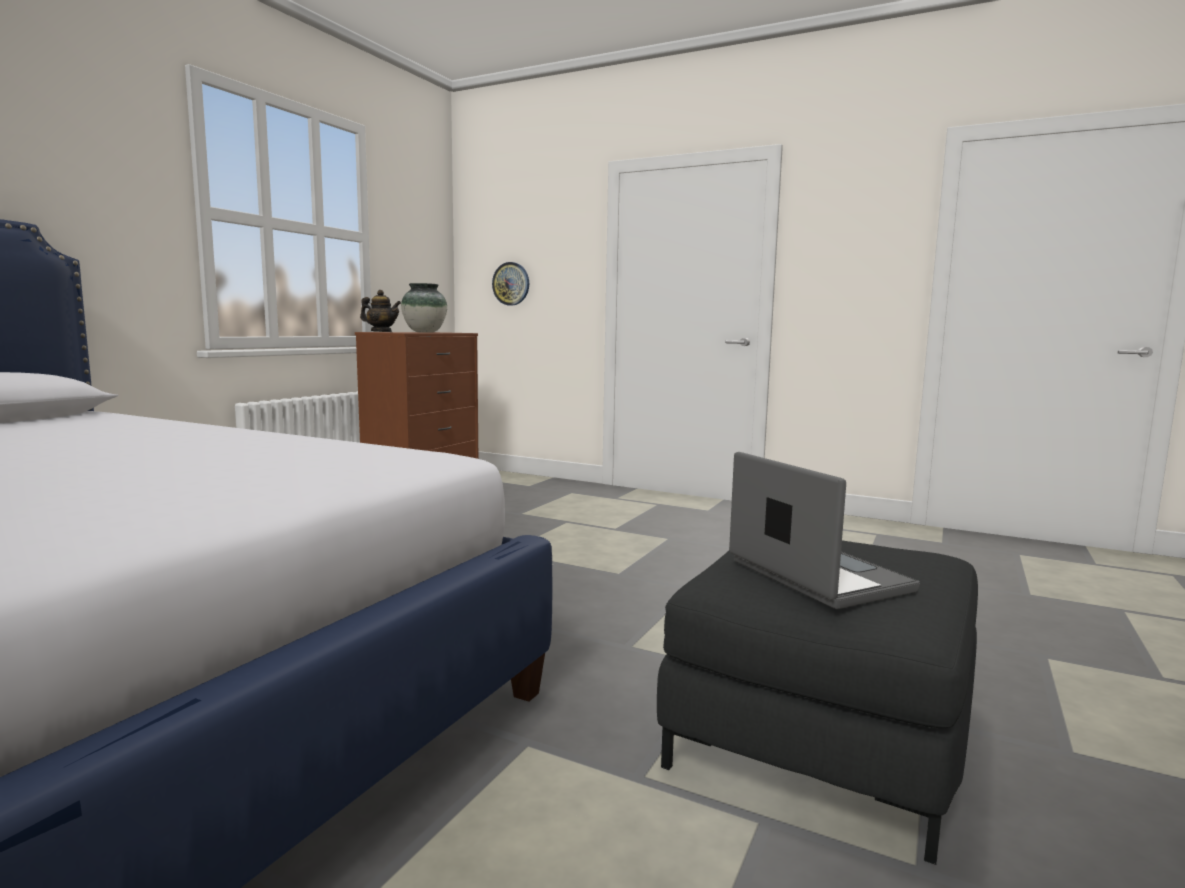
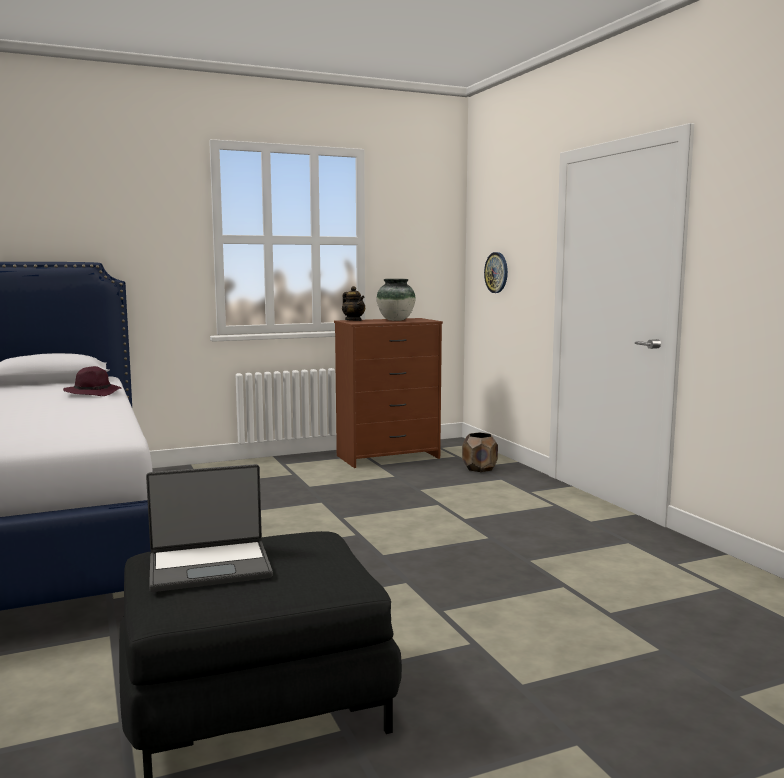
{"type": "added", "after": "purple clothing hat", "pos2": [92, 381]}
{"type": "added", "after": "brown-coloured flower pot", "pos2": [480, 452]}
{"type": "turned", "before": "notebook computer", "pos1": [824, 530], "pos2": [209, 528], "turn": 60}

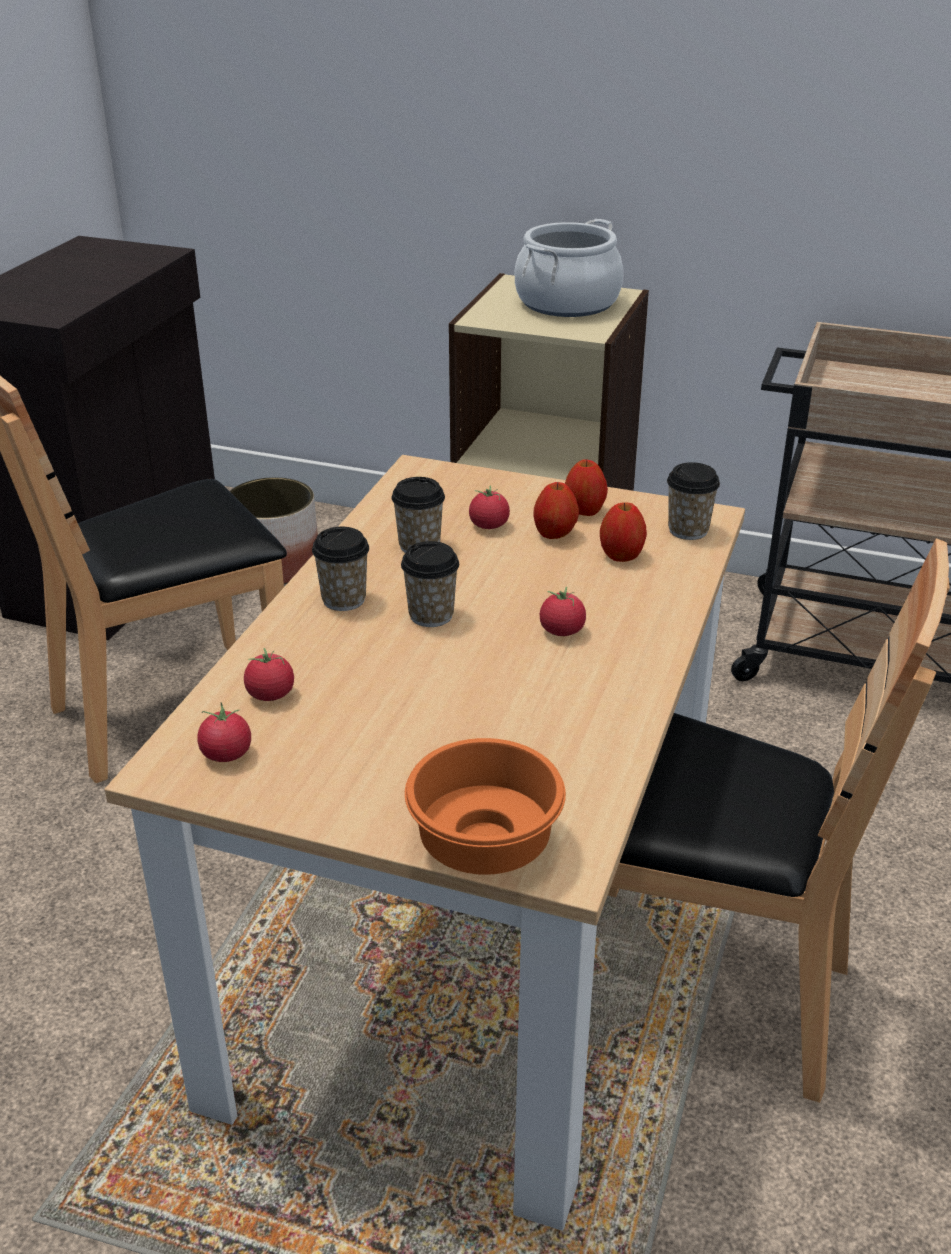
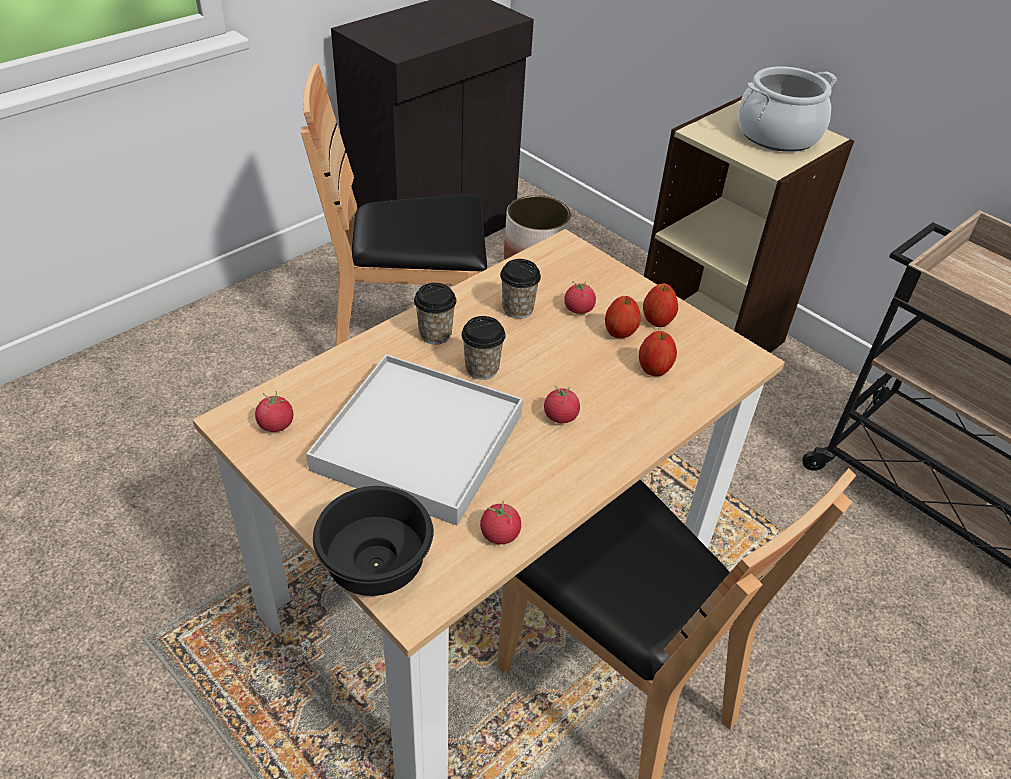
{"type": "removed", "before": "cup", "pos1": [693, 501]}
{"type": "added", "after": "white-coloured carrying tray", "pos2": [414, 439]}
{"type": "moved", "before": "tomato", "pos1": [269, 674], "pos2": [500, 522]}
{"type": "recoloured", "before": "orange bowl", "after": "black bowl", "pos1": [485, 806], "pos2": [373, 541]}

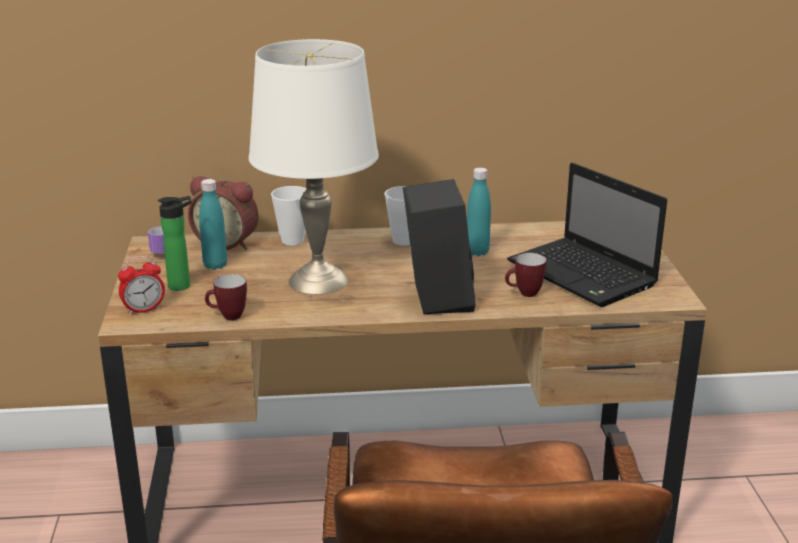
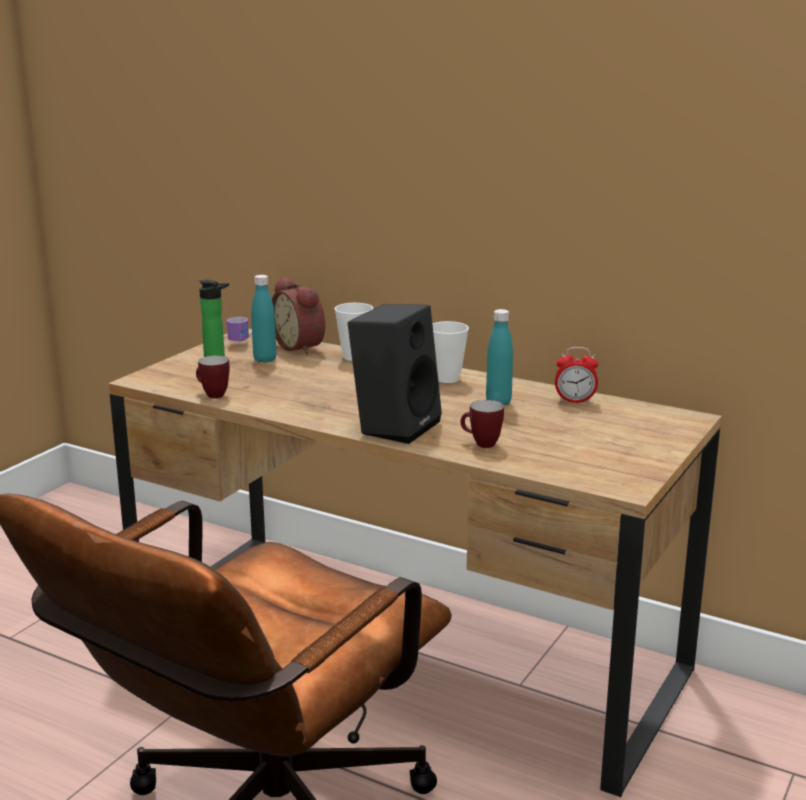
{"type": "removed", "before": "white-coloured table lamp", "pos1": [314, 166]}
{"type": "removed", "before": "notebook computer", "pos1": [587, 235]}
{"type": "moved", "before": "table clock", "pos1": [141, 285], "pos2": [576, 375]}

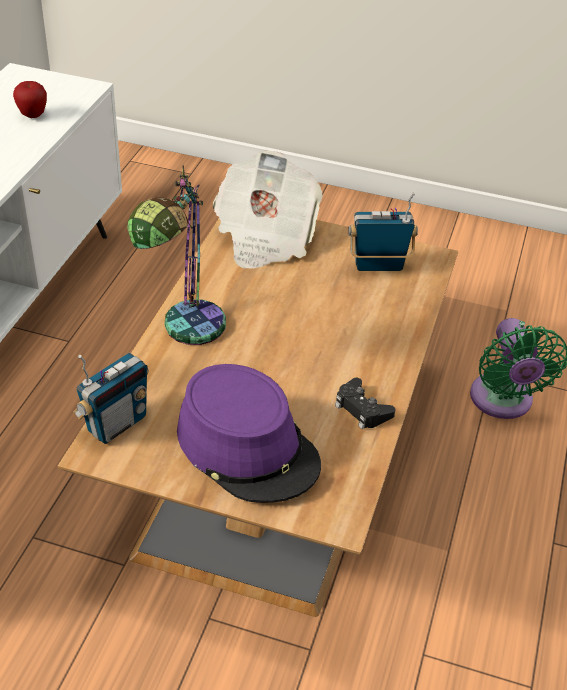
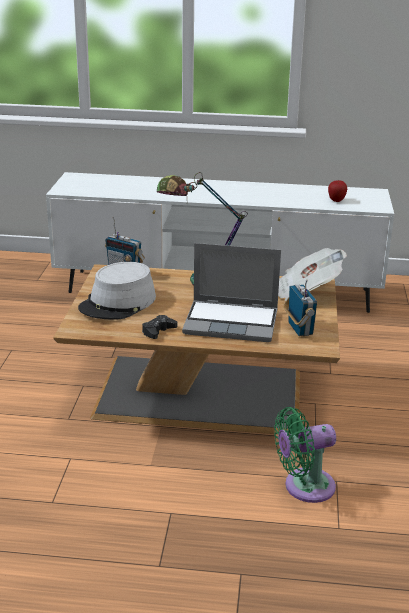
{"type": "added", "after": "notebook computer", "pos2": [231, 292]}
{"type": "recoloured", "before": "purple clothing hat", "after": "gray clothing hat", "pos1": [249, 433], "pos2": [117, 291]}

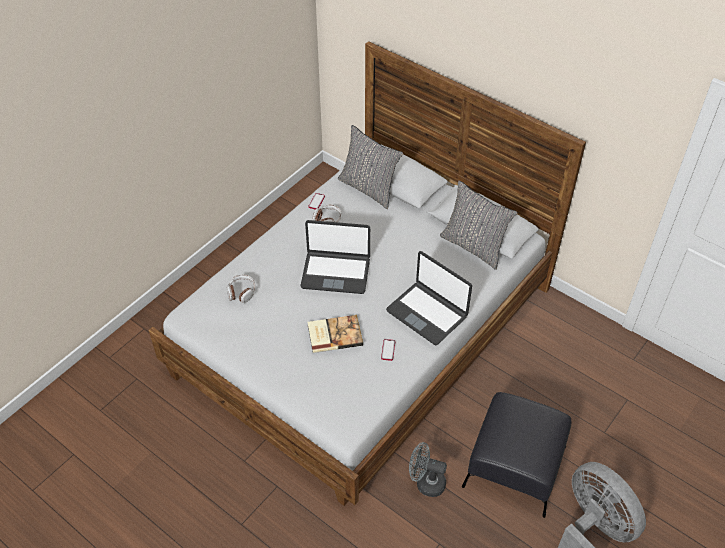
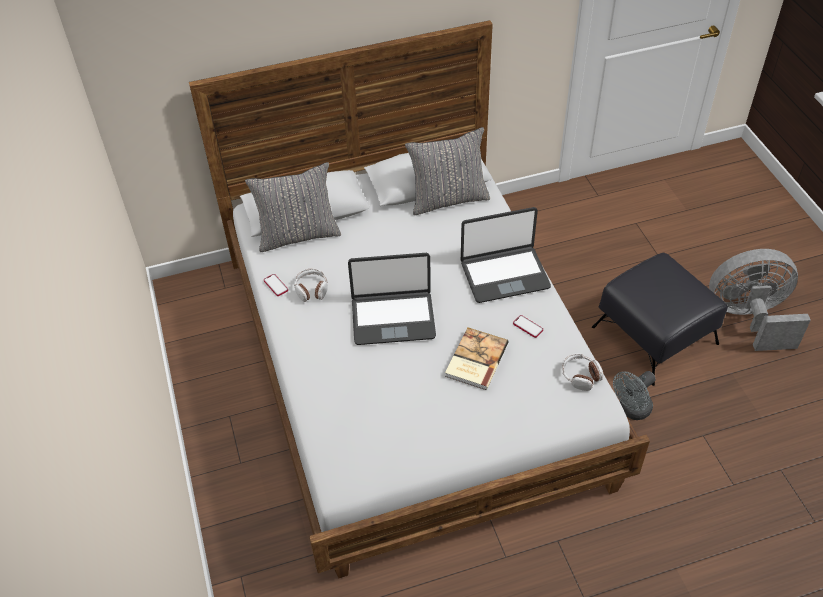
{"type": "moved", "before": "headphones", "pos1": [241, 289], "pos2": [582, 372]}
{"type": "turned", "before": "notebook computer", "pos1": [335, 257], "pos2": [392, 299], "turn": 45}

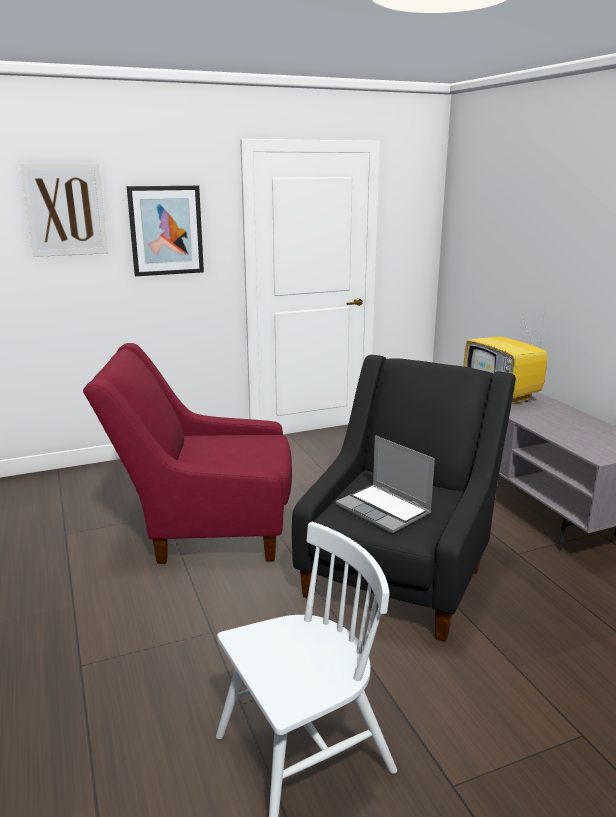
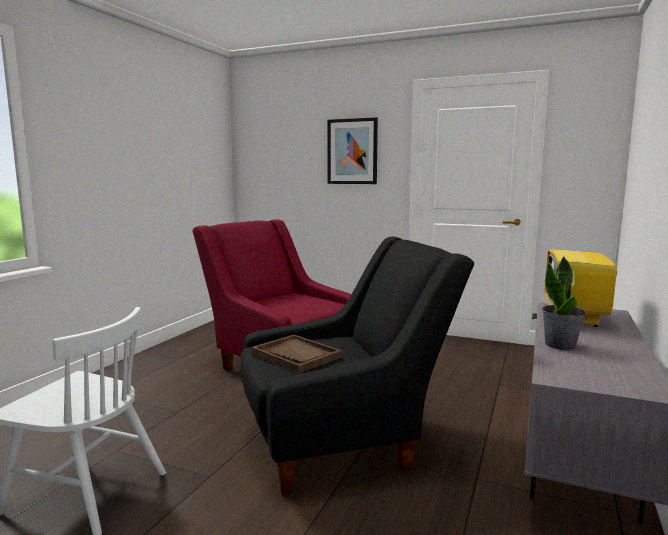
{"type": "removed", "before": "wall art", "pos1": [64, 210]}
{"type": "added", "after": "plant in a pot", "pos2": [564, 303]}
{"type": "replaced", "before": "notebook computer", "after": "brown-coloured carrying tray", "pos1": [385, 484], "pos2": [296, 354]}

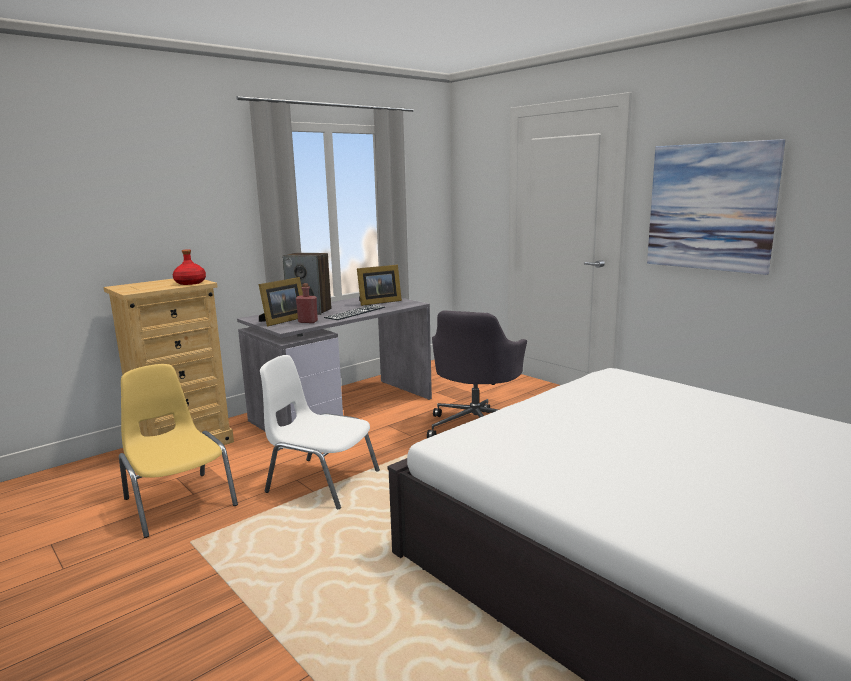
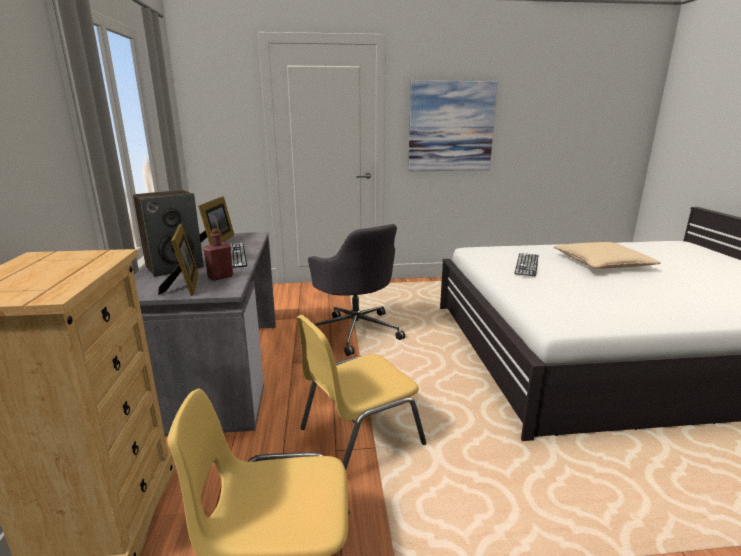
{"type": "removed", "before": "reddish drink bottle", "pos1": [189, 267]}
{"type": "added", "after": "computer keyboard", "pos2": [526, 264]}
{"type": "added", "after": "beige cushion", "pos2": [607, 255]}
{"type": "recoloured", "before": "white-coloured upright chair", "after": "yellow upright chair", "pos1": [320, 432], "pos2": [361, 392]}

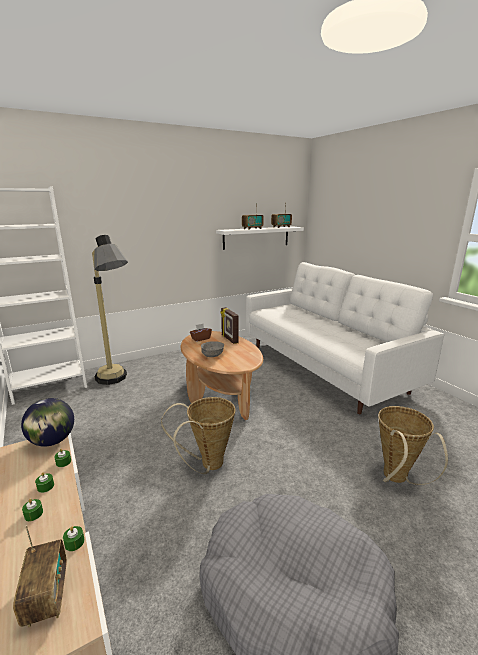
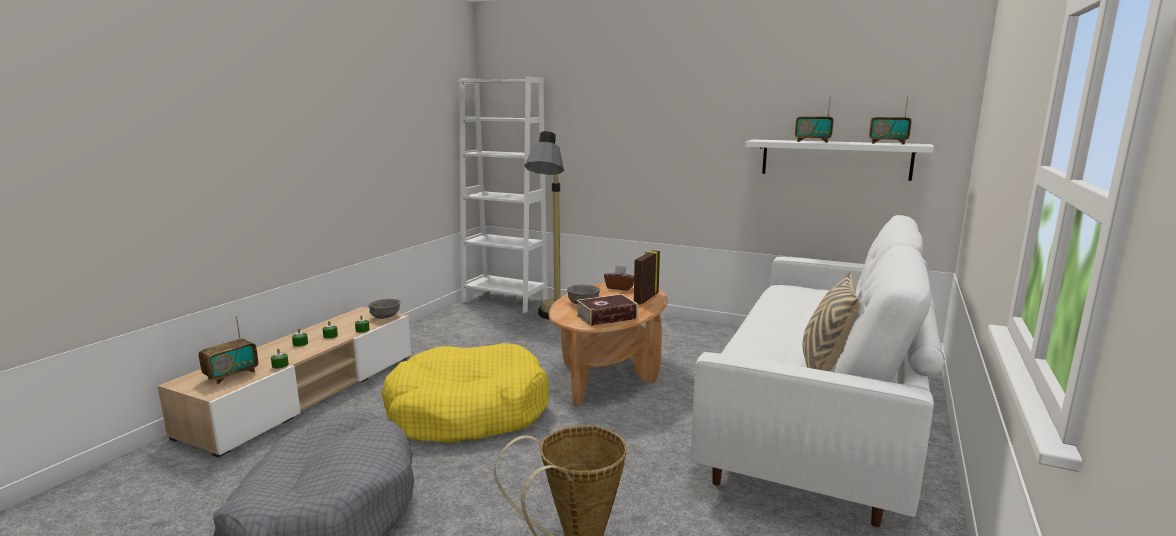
{"type": "added", "after": "book", "pos2": [607, 310]}
{"type": "added", "after": "beige cushion", "pos2": [831, 321]}
{"type": "replaced", "before": "globe", "after": "gray bowl", "pos1": [47, 422], "pos2": [384, 309]}
{"type": "replaced", "before": "storage basket", "after": "yellow pet bed", "pos1": [198, 435], "pos2": [465, 393]}

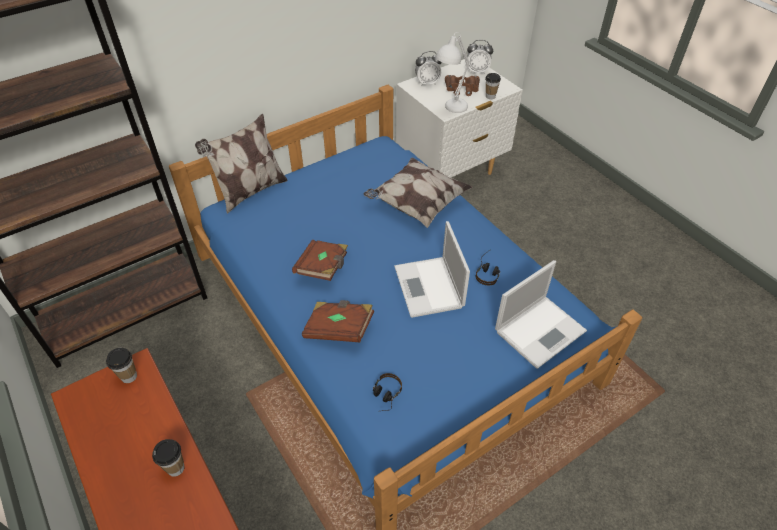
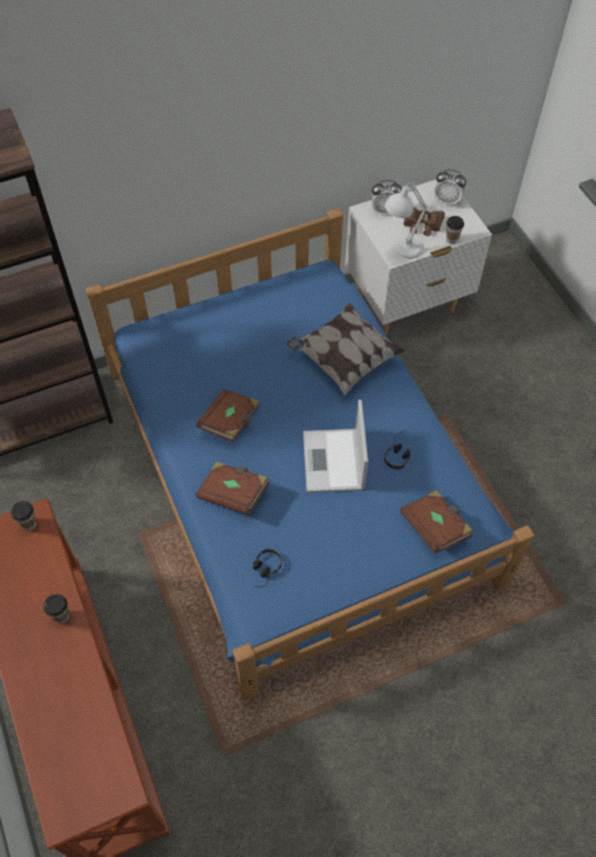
{"type": "removed", "before": "cushion", "pos1": [241, 164]}
{"type": "replaced", "before": "notebook computer", "after": "brown-coloured book", "pos1": [541, 314], "pos2": [436, 522]}

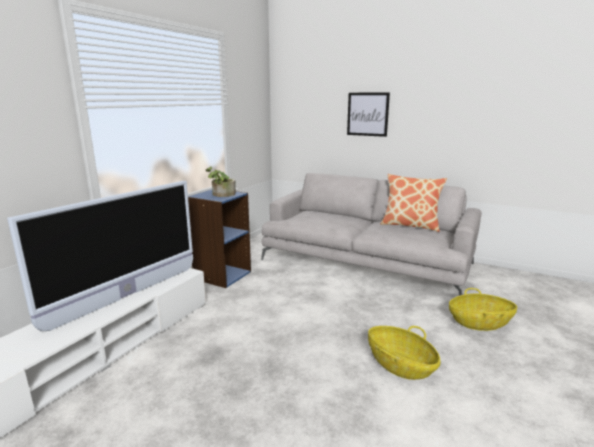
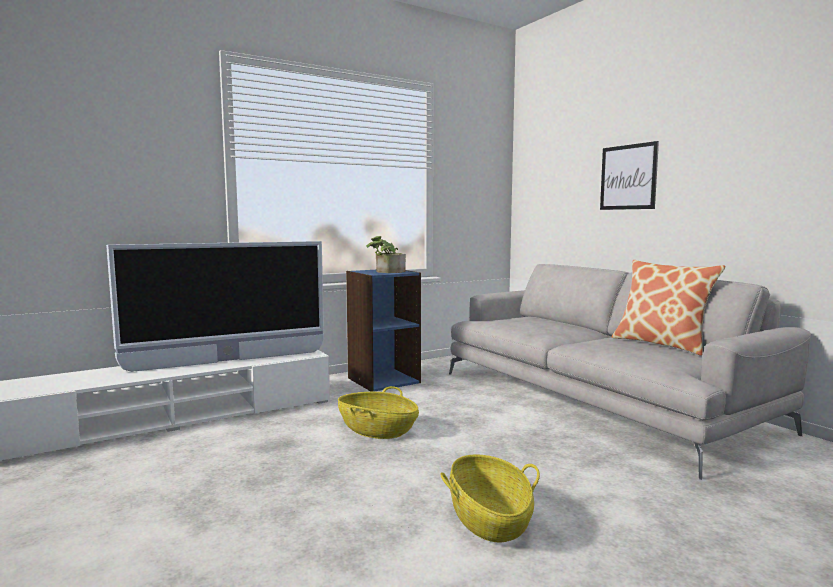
{"type": "moved", "before": "storage basket", "pos1": [483, 309], "pos2": [378, 412]}

